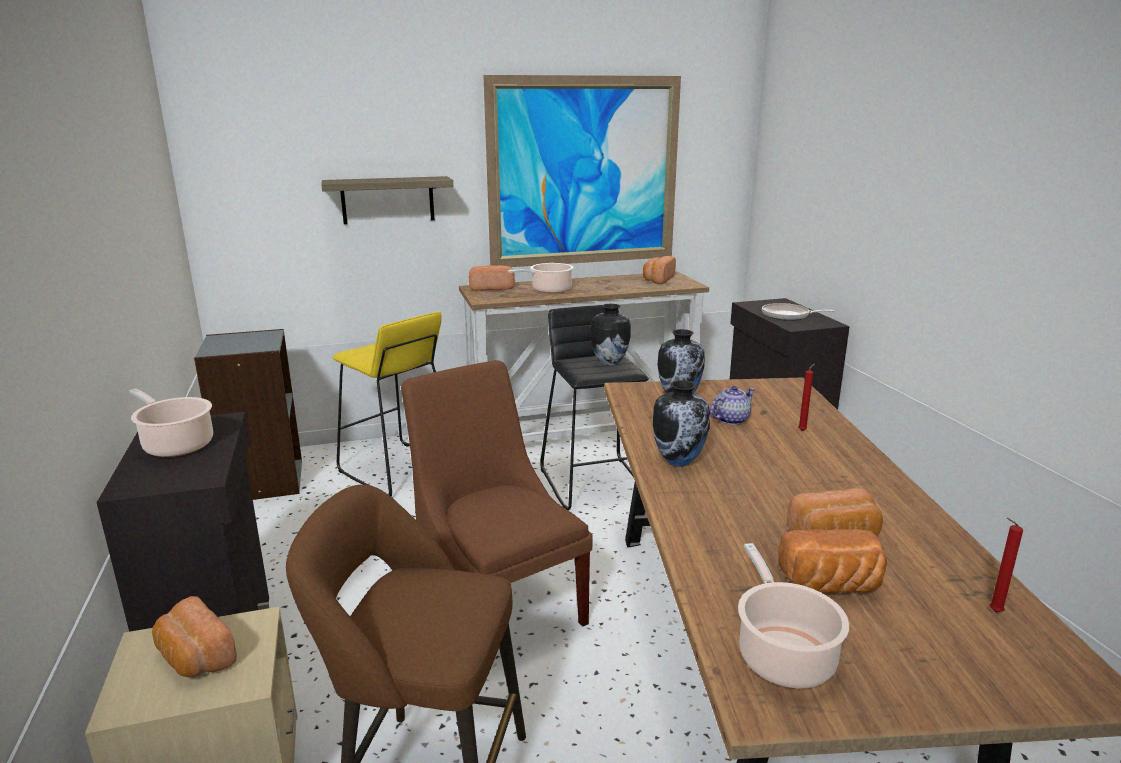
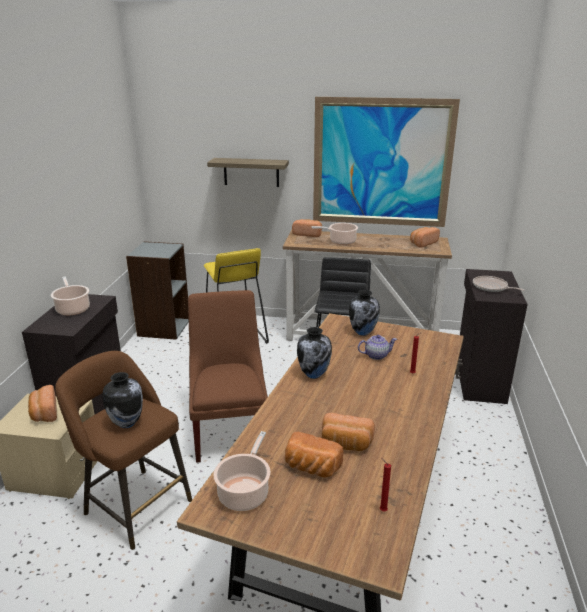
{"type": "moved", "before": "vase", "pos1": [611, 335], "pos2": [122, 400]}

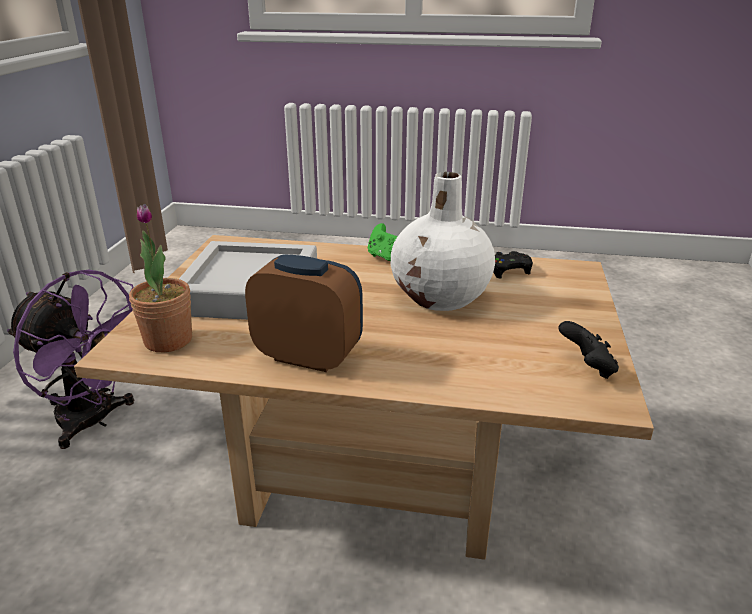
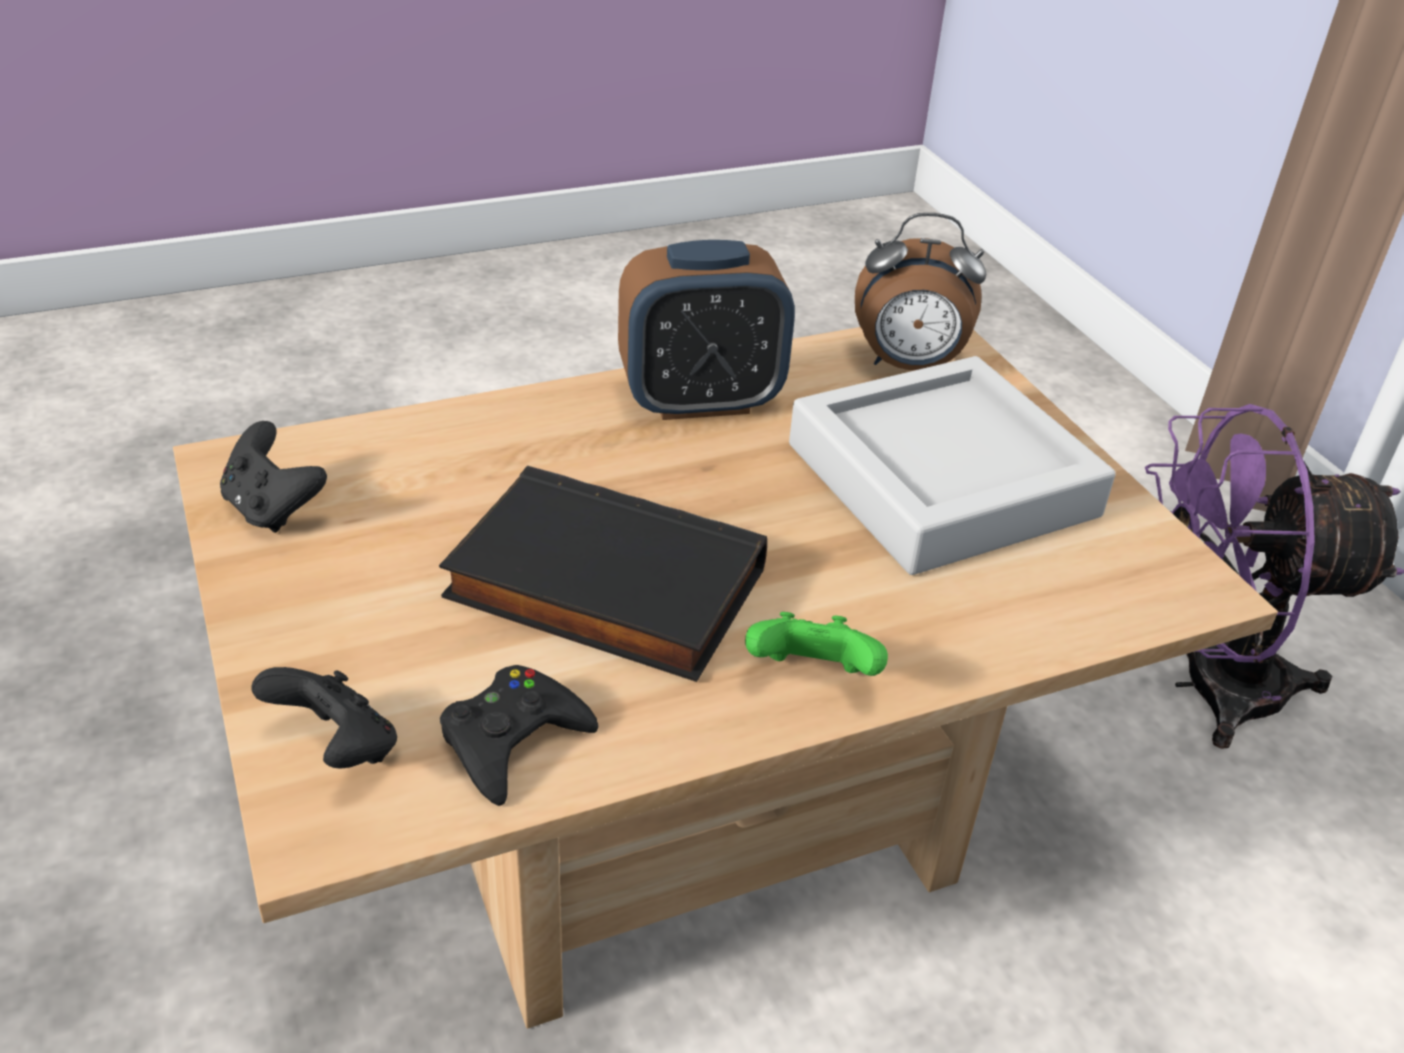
{"type": "added", "after": "black gamepad", "pos2": [324, 718]}
{"type": "replaced", "before": "plant in a pot", "after": "table clock", "pos1": [160, 278], "pos2": [920, 291]}
{"type": "replaced", "before": "white-coloured vase", "after": "black book", "pos1": [443, 241], "pos2": [603, 574]}

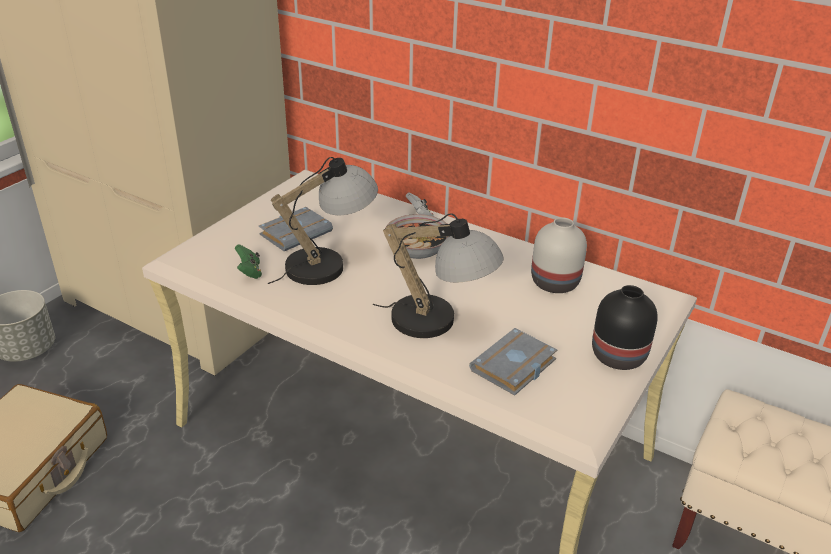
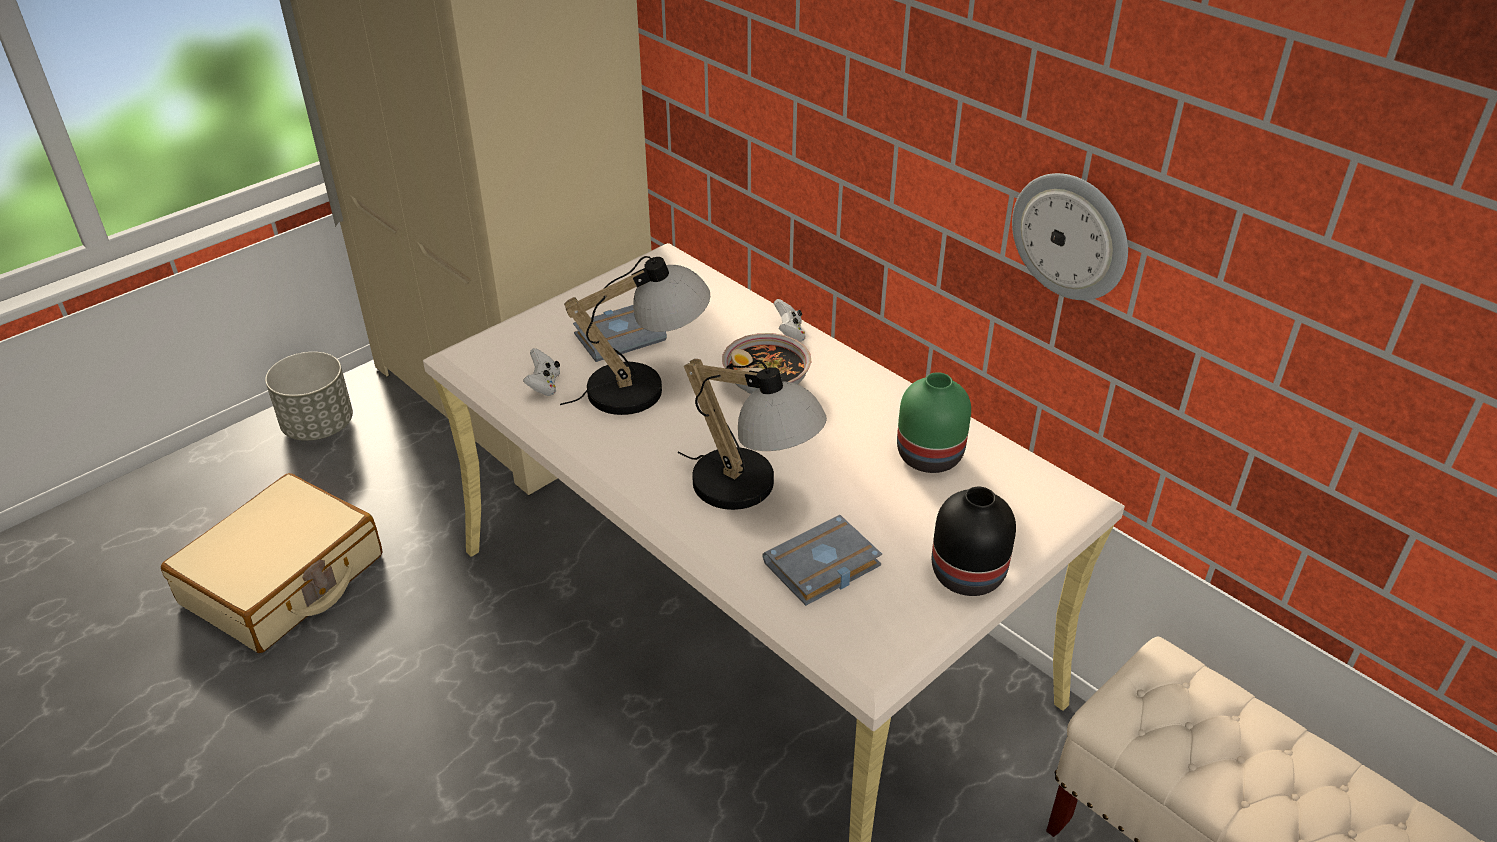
{"type": "added", "after": "hanging clock", "pos2": [1070, 236]}
{"type": "recoloured", "before": "greenish gamepad", "after": "white-coloured gamepad", "pos1": [248, 261], "pos2": [541, 372]}
{"type": "recoloured", "before": "white-coloured vase", "after": "greenish vase", "pos1": [559, 255], "pos2": [934, 422]}

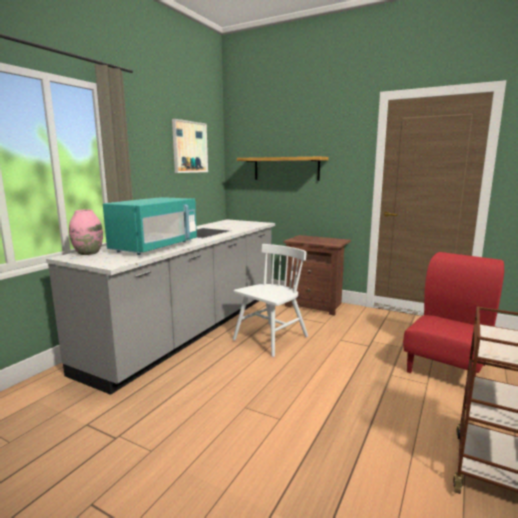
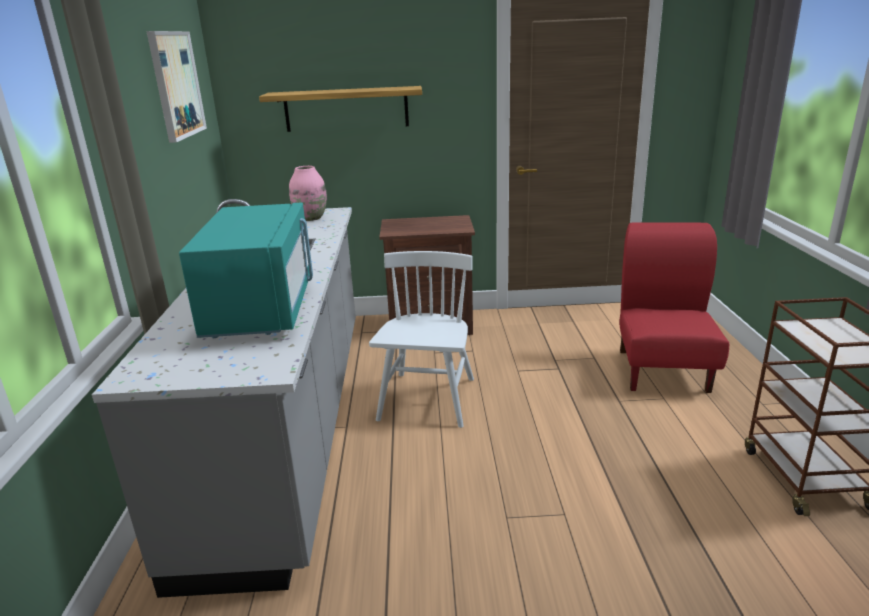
{"type": "moved", "before": "pink vase", "pos1": [86, 232], "pos2": [308, 193]}

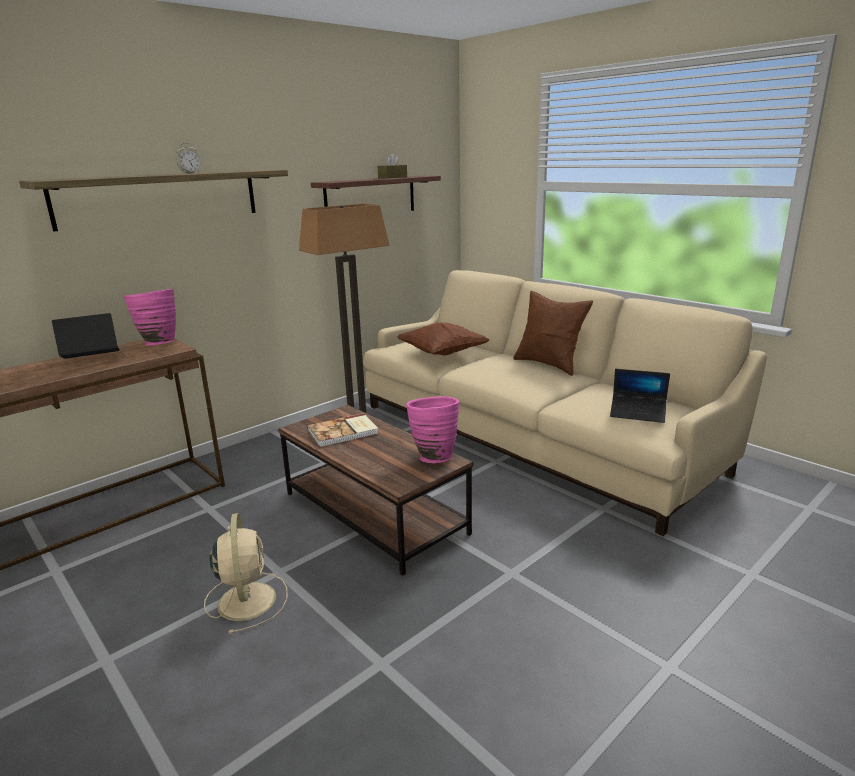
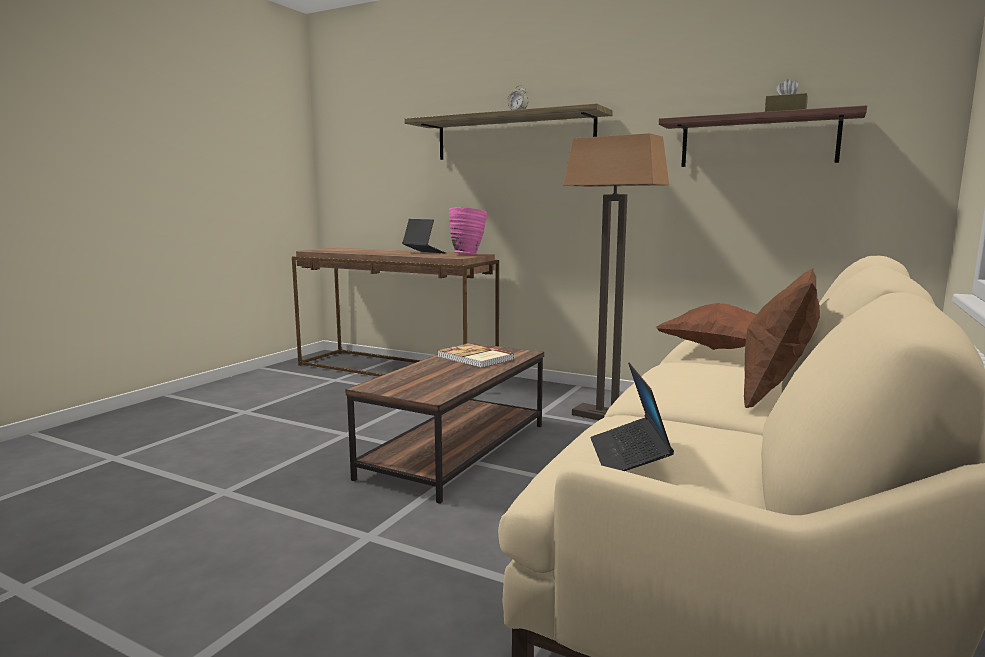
{"type": "removed", "before": "beige cooling fan", "pos1": [246, 573]}
{"type": "removed", "before": "pink vase", "pos1": [432, 429]}

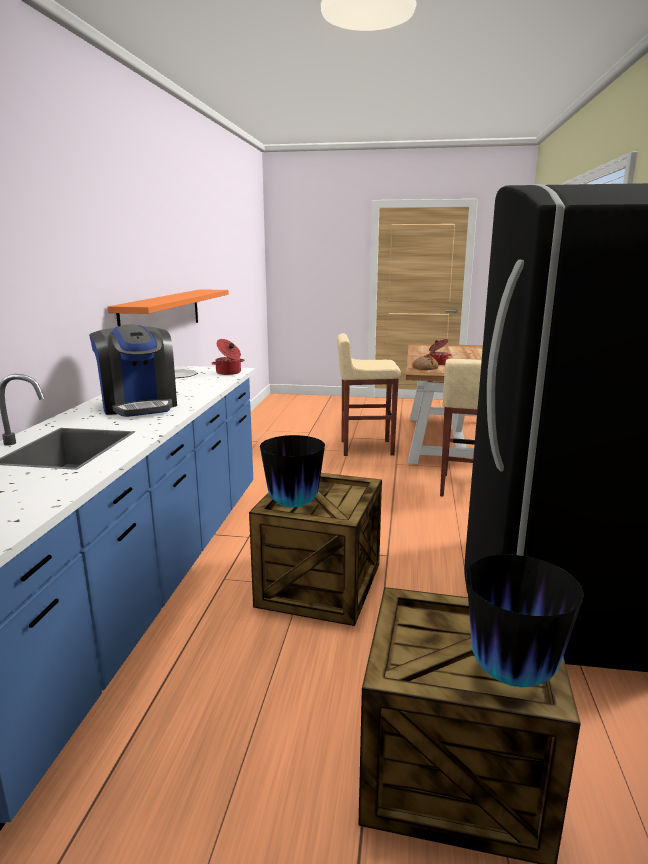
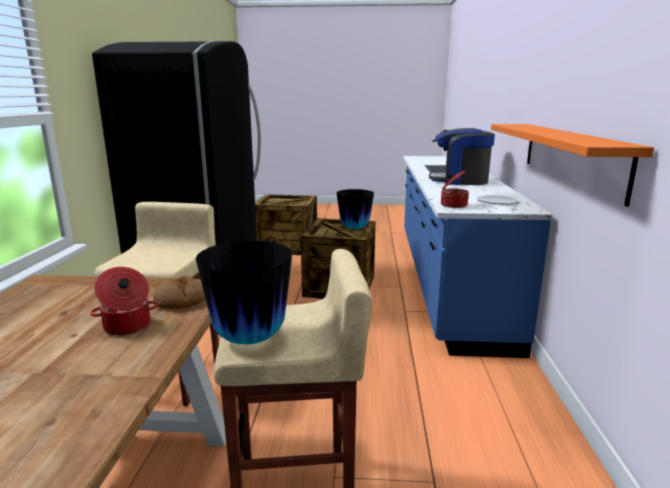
{"type": "moved", "before": "vase", "pos1": [525, 621], "pos2": [243, 292]}
{"type": "turned", "before": "coffee brewer", "pos1": [133, 370], "pos2": [462, 156], "turn": -45}

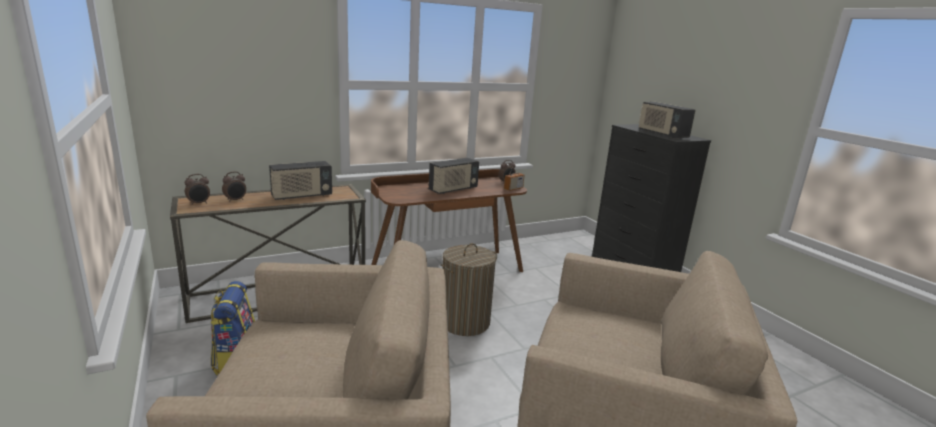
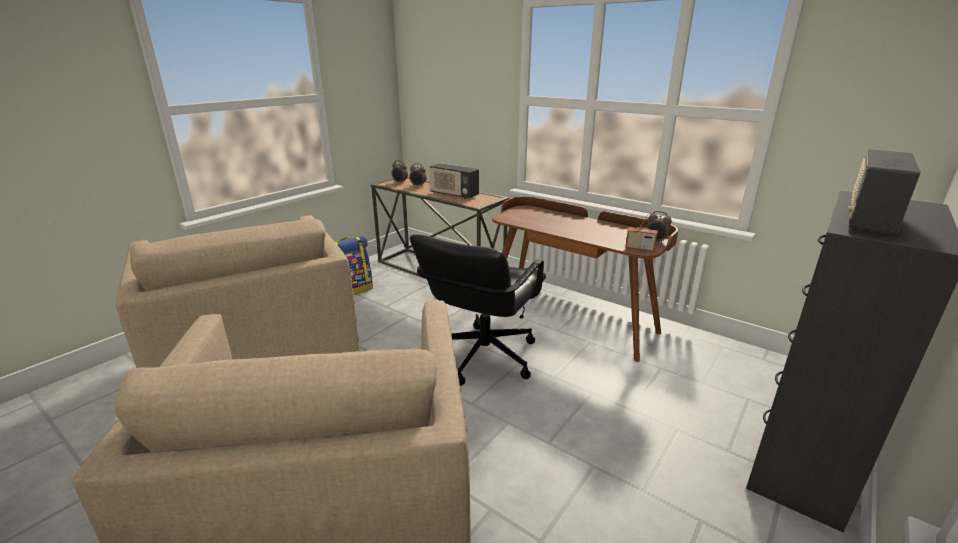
{"type": "removed", "before": "radio receiver", "pos1": [454, 176]}
{"type": "replaced", "before": "hamper", "after": "black computer chair", "pos1": [468, 289], "pos2": [478, 310]}

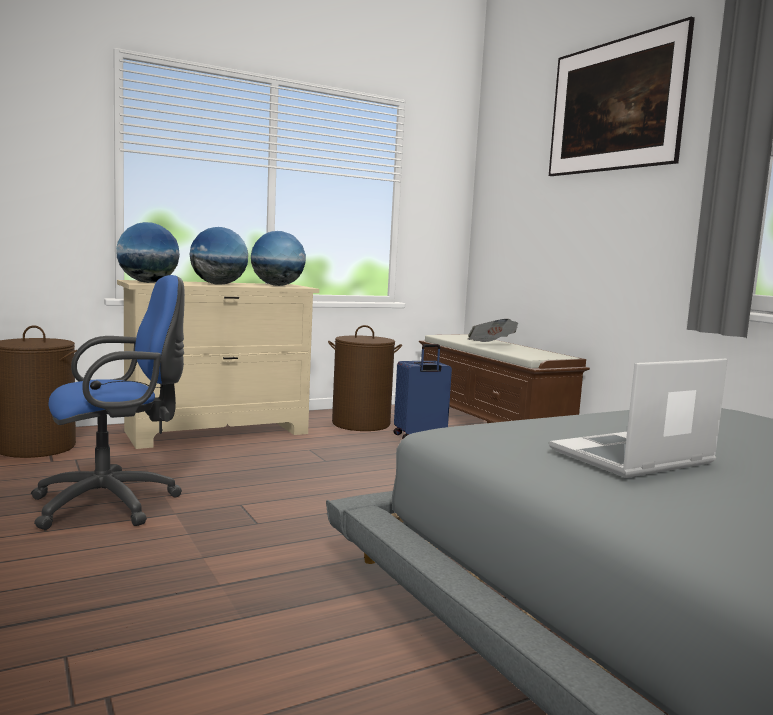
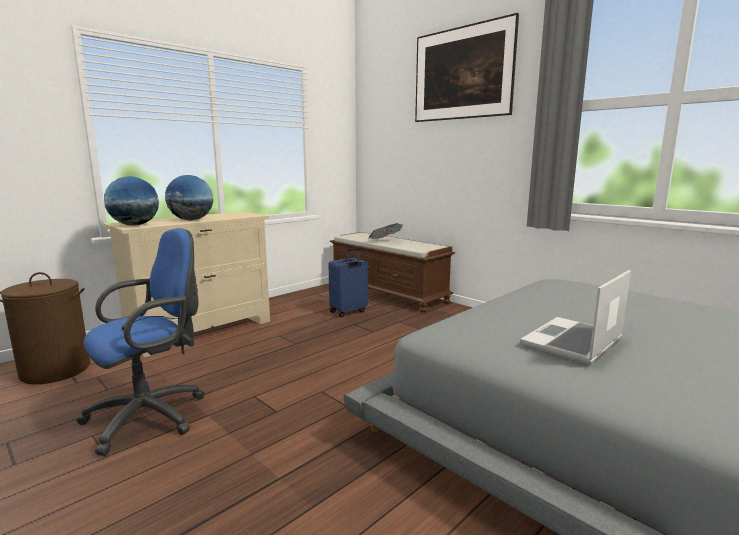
{"type": "removed", "before": "globe", "pos1": [278, 258]}
{"type": "removed", "before": "brown-coloured hamper", "pos1": [365, 378]}

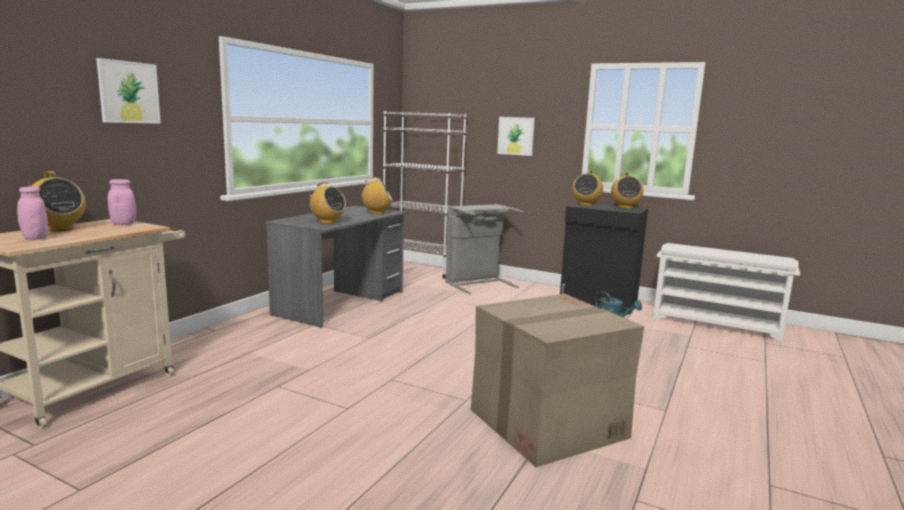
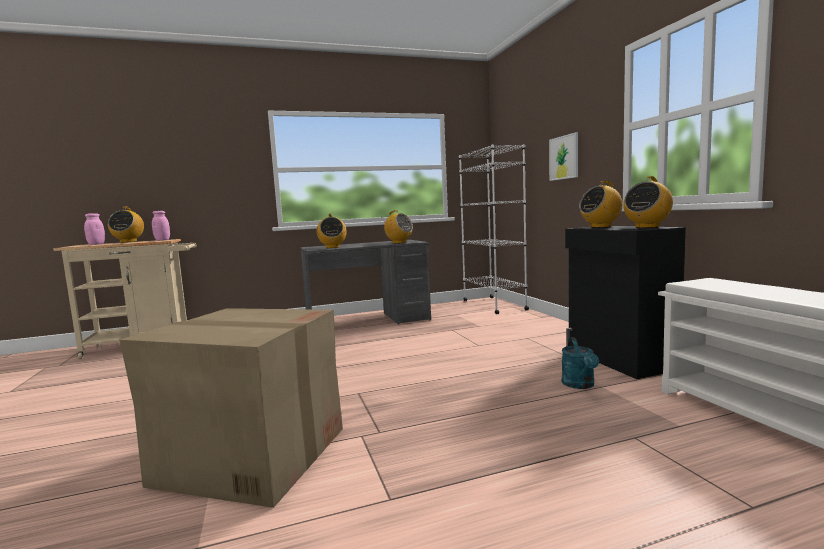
{"type": "removed", "before": "wall art", "pos1": [128, 91]}
{"type": "removed", "before": "gray hamper", "pos1": [484, 249]}

